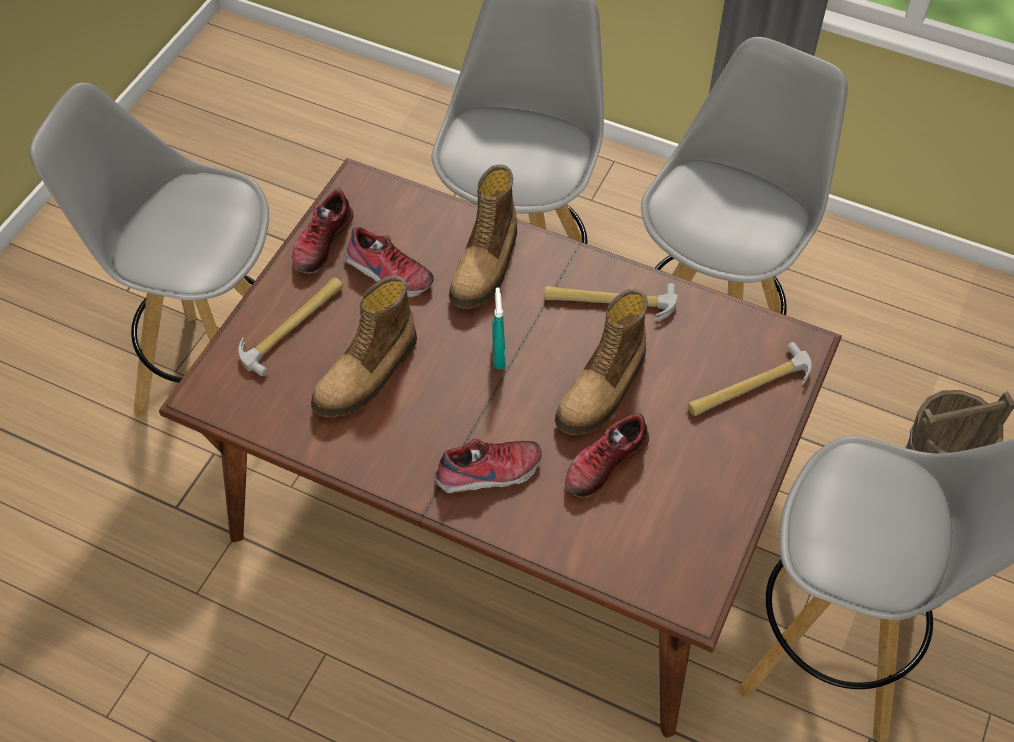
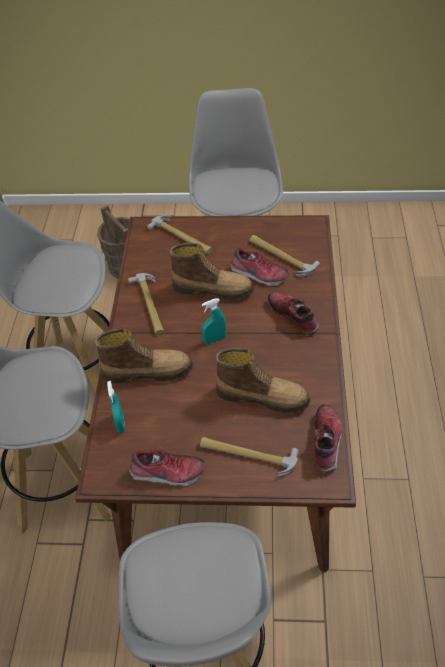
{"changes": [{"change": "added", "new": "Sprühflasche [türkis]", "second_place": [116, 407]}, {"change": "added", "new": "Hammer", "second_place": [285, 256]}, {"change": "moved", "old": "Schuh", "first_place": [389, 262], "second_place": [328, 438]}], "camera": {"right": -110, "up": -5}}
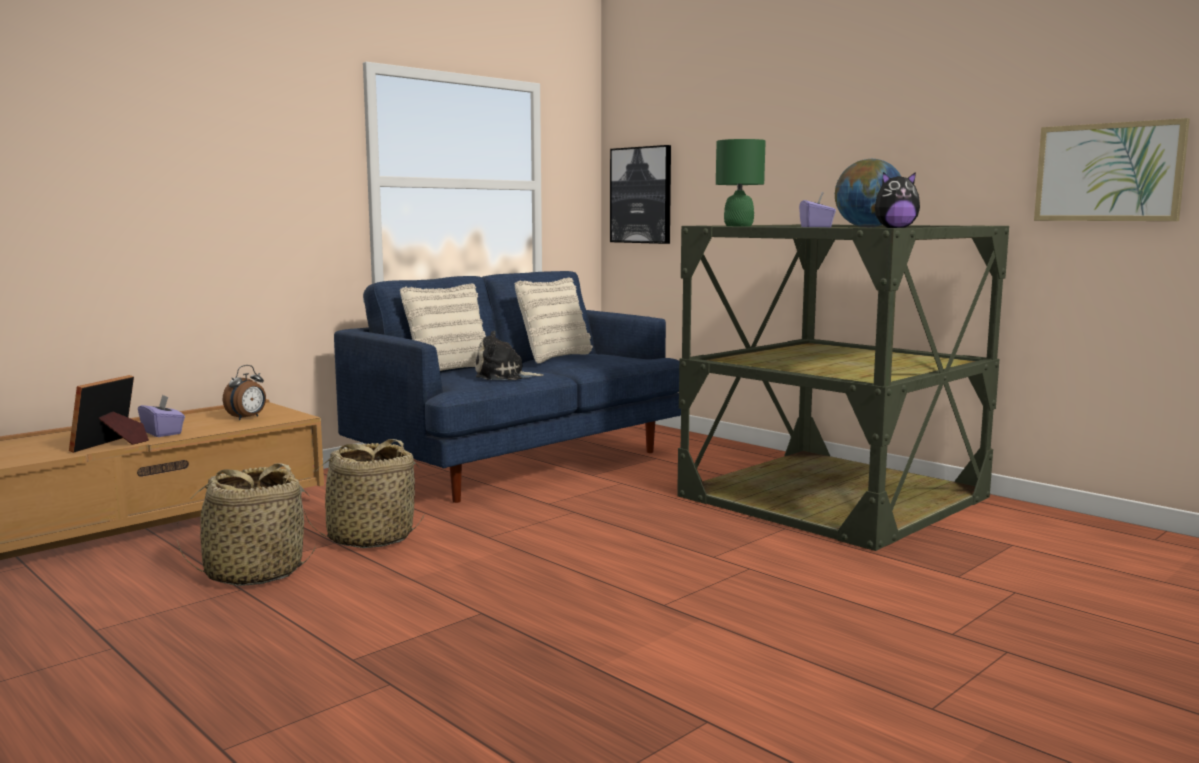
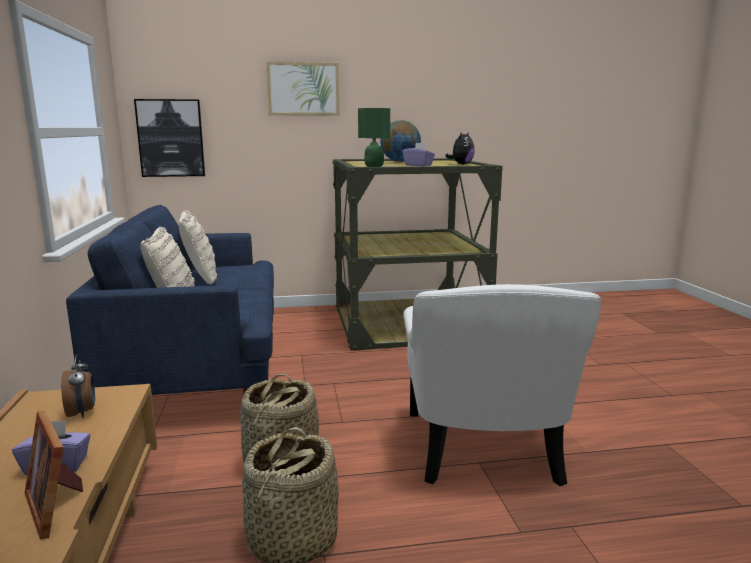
{"changes": [{"change": "moved", "old": "Bild", "first_place": [1112, 169], "second_place": [302, 89]}, {"change": "added", "new": "Sessel [weiß]", "second_place": [502, 385]}, {"change": "removed", "old": "Plüschtier", "first_place": [509, 355]}], "camera": {"right": -55, "up": 5}}
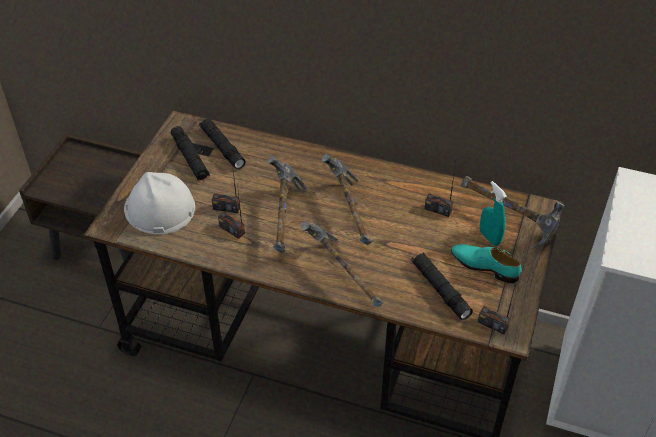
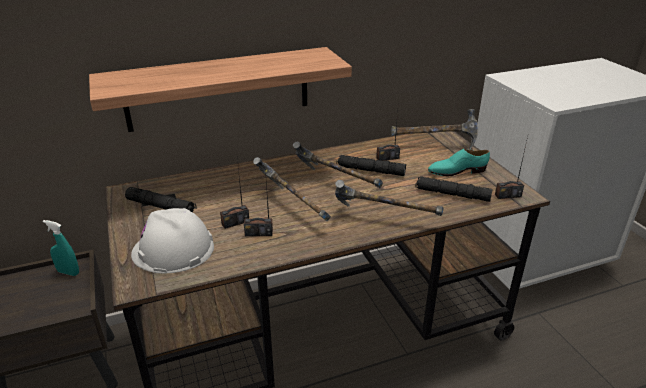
{"changes": [{"change": "moved", "old": "Sprühflasche [türkis]", "first_place": [493, 213], "second_place": [61, 248]}, {"change": "added", "new": "Wandregal", "second_place": [220, 89]}, {"change": "moved", "old": "Taschenlampe [schwarz]", "first_place": [222, 144], "second_place": [371, 165]}], "camera": {"right": -40, "up": -15}}
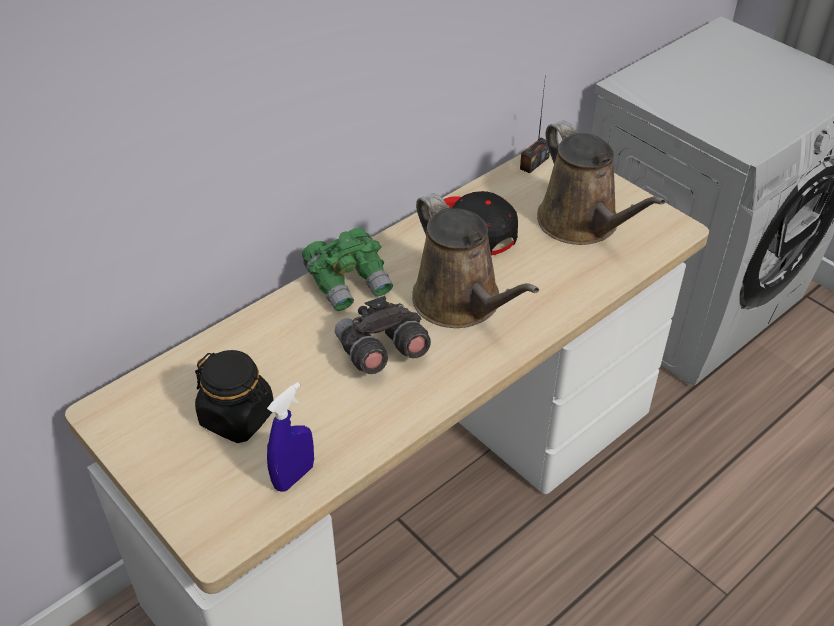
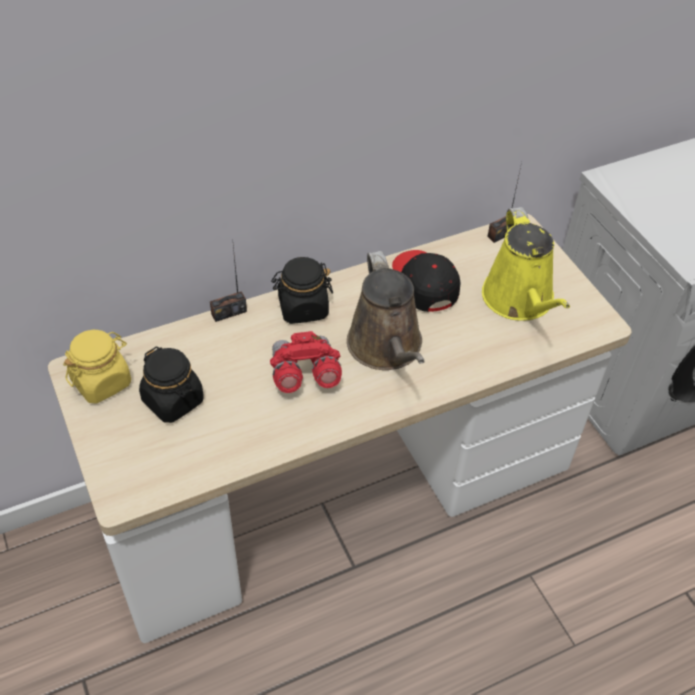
{"changes": [{"change": "added", "new": "Vorratsglas [gelb]", "second_place": [97, 367]}, {"change": "added", "new": "Radio", "second_place": [228, 284]}, {"change": "recoloured", "old": "Fernglas [grau]", "new": "Fernglas [rot]", "first_place": [383, 335], "second_place": [306, 362]}, {"change": "replaced", "old": "Fernglas [grün]", "new": "Vorratsglas [schwarz]", "first_place": [347, 269], "second_place": [302, 290]}, {"change": "recoloured", "old": "Gießkanne [braun]", "new": "Gießkanne [gelb]", "first_place": [601, 183], "second_place": [526, 264]}, {"change": "removed", "old": "Sprühflasche [blau]", "first_place": [290, 437]}], "camera": {"right": 15, "up": 5}}
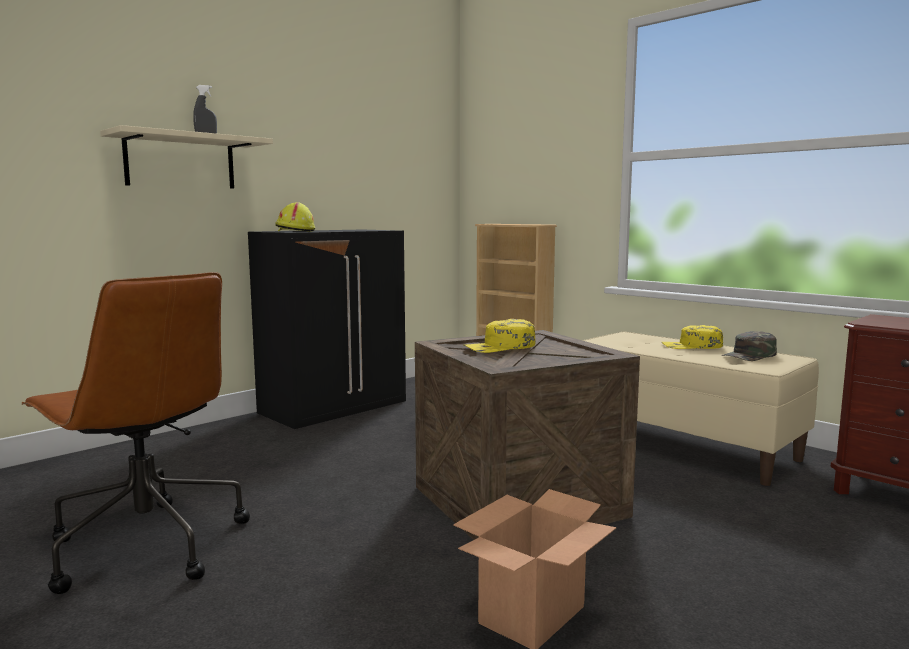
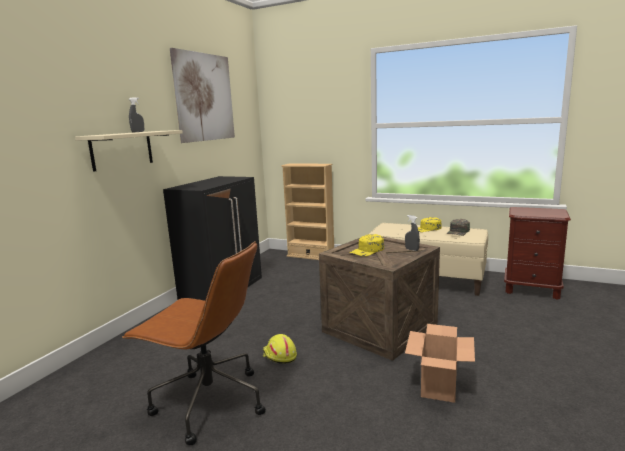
{"changes": [{"change": "added", "new": "Bild", "second_place": [202, 95]}, {"change": "moved", "old": "Schutzhelm [gelb]", "first_place": [295, 217], "second_place": [280, 349]}, {"change": "added", "new": "Sprühflasche [grau]", "second_place": [412, 233]}], "camera": {"right": -20, "up": 5}}
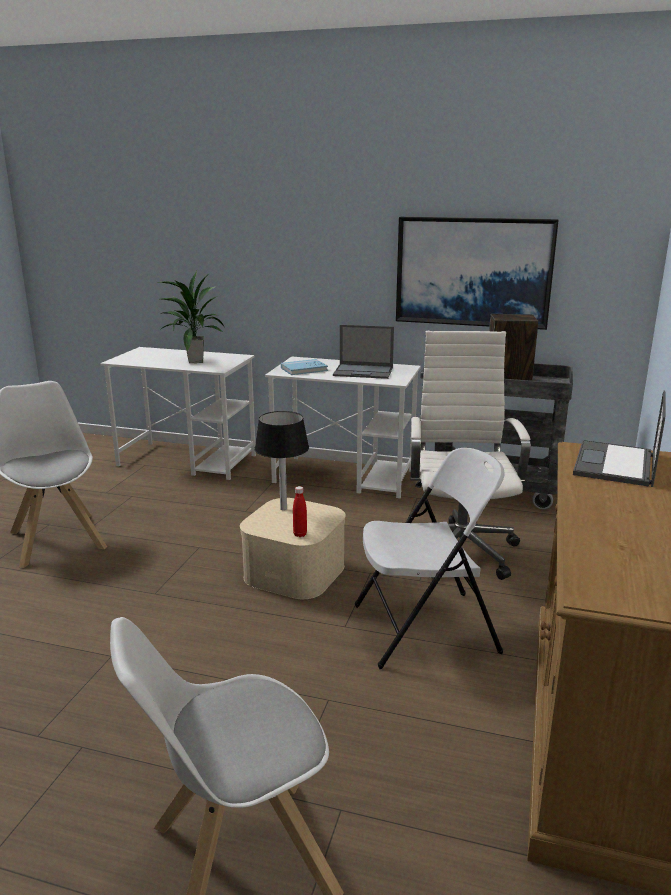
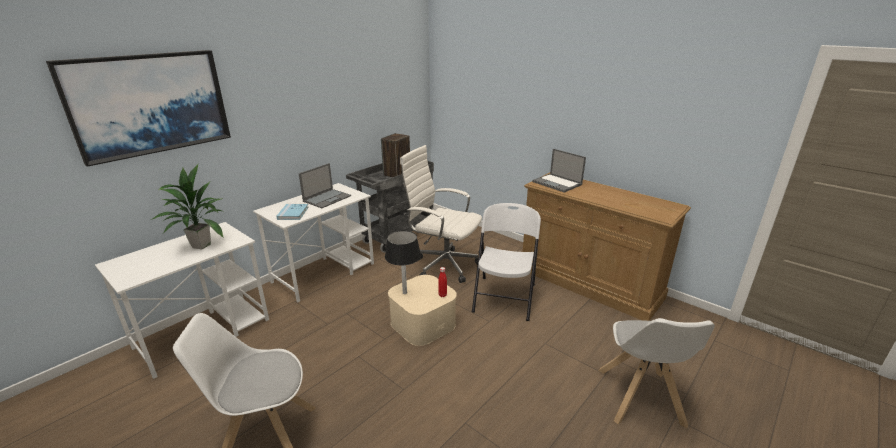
{"changes": [{"change": "moved", "old": "Bild", "first_place": [477, 273], "second_place": [138, 108]}], "camera": {"right": -65, "up": 5}}
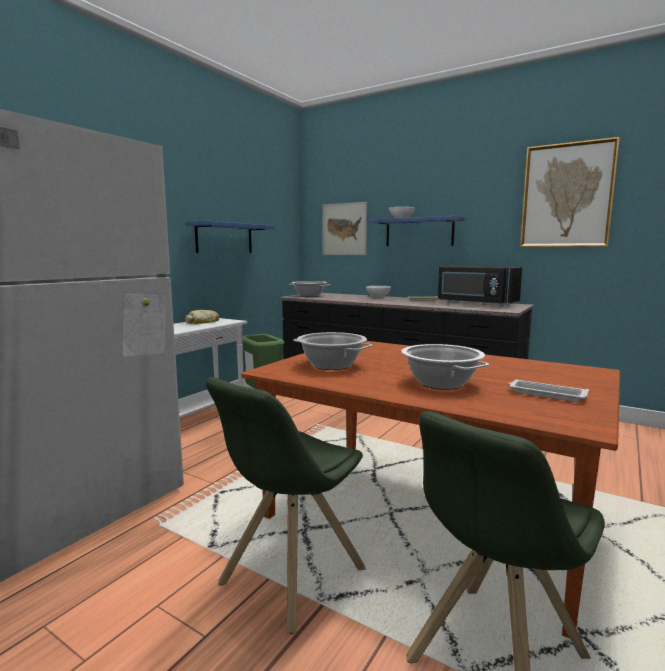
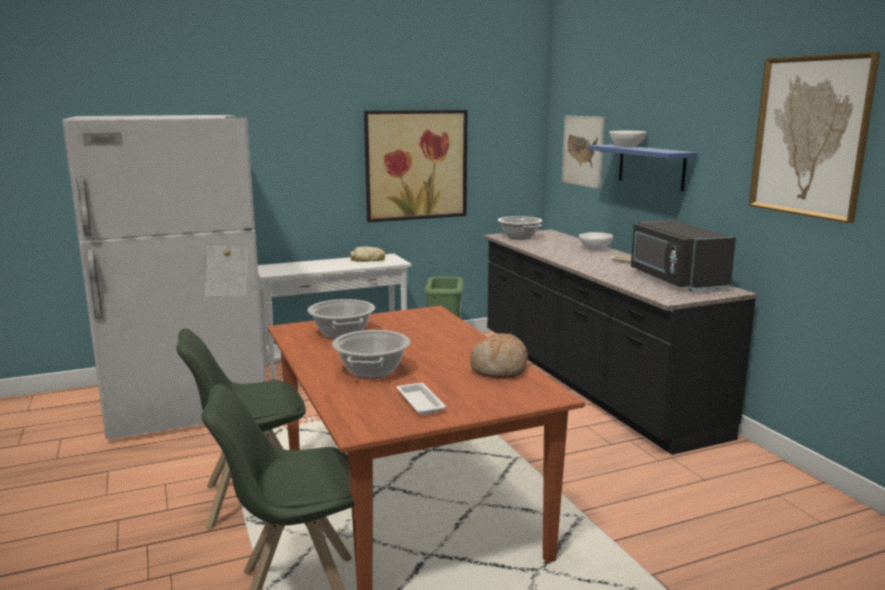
{"changes": [{"change": "replaced", "old": "Wandregal [blau]", "new": "Bild", "first_place": [230, 236], "second_place": [416, 166]}, {"change": "added", "new": "Brot", "second_place": [499, 355]}], "camera": {"right": 35, "up": 5}}
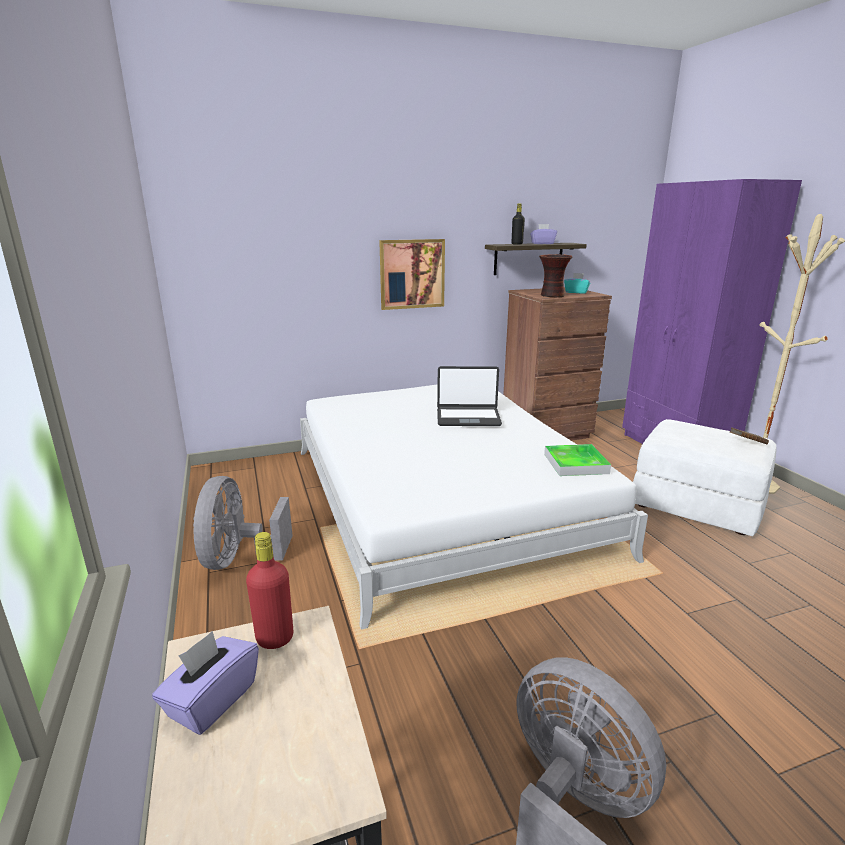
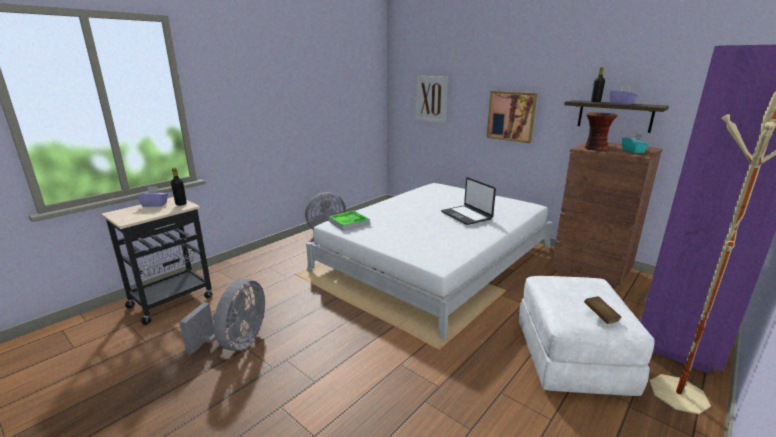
{"changes": [{"change": "recoloured", "old": "Flasche [rot]", "new": "Flasche [schwarz]", "first_place": [269, 590], "second_place": [179, 187]}, {"change": "moved", "old": "Tablett", "first_place": [577, 460], "second_place": [349, 221]}, {"change": "added", "new": "Bild", "second_place": [432, 99]}], "camera": {"right": 60, "up": 0}}
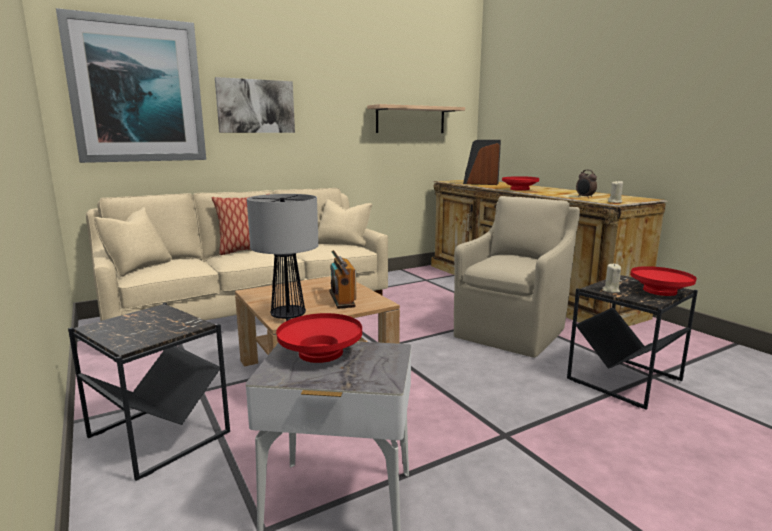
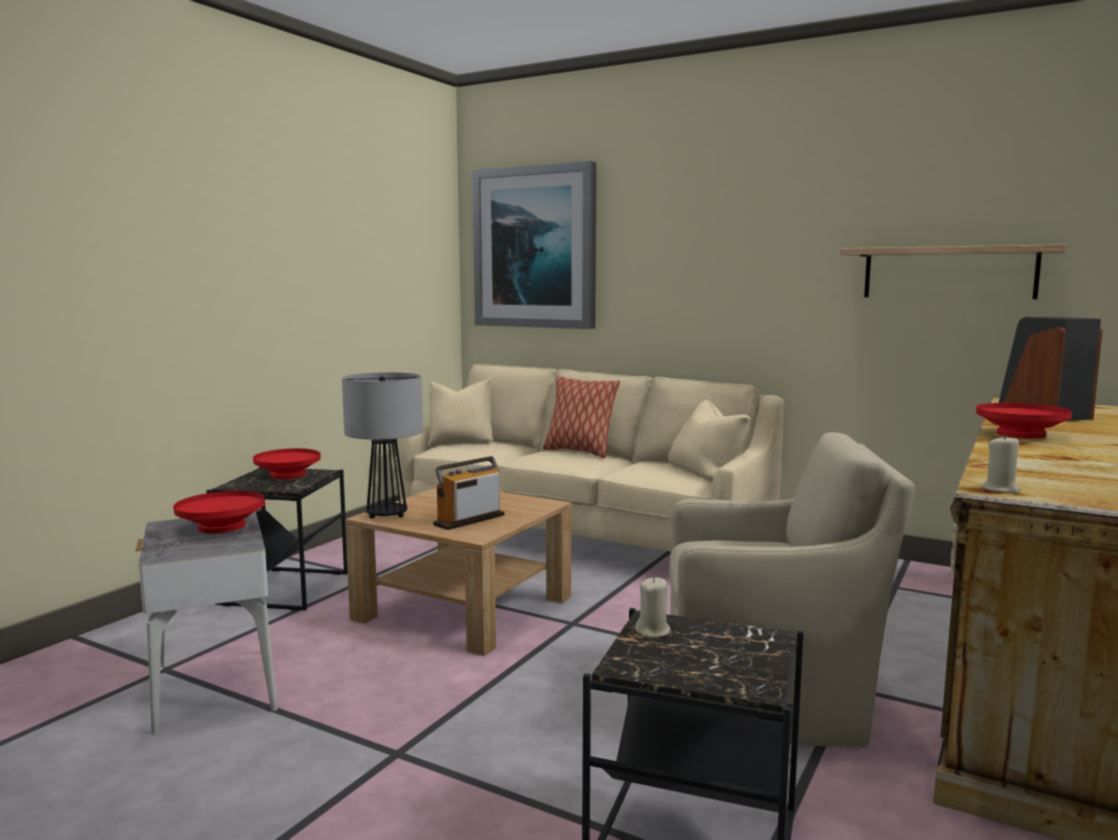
{"changes": [{"change": "moved", "old": "Schüssel [rot]", "first_place": [663, 281], "second_place": [287, 463]}, {"change": "removed", "old": "Bild", "first_place": [255, 105]}, {"change": "removed", "old": "Wecker", "first_place": [586, 184]}], "camera": {"right": 60, "up": -5}}
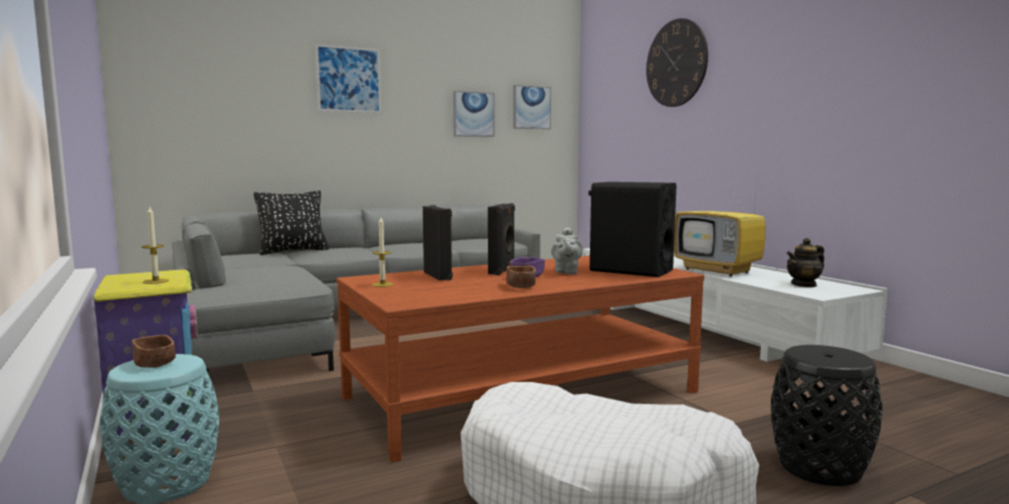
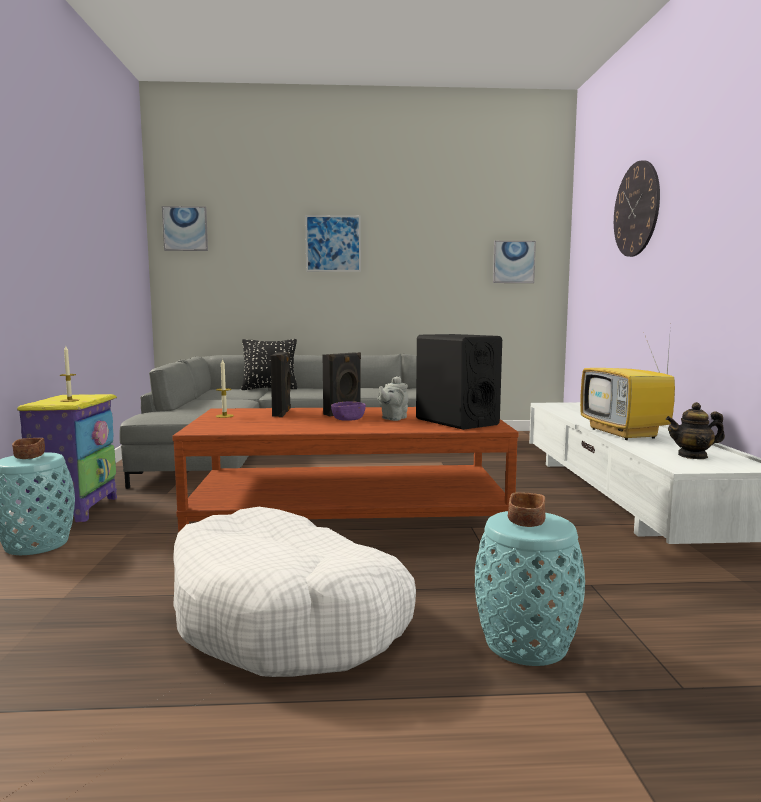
{"changes": [{"change": "moved", "old": "Bild", "first_place": [474, 114], "second_place": [185, 228]}, {"change": "recoloured", "old": "Hocker [schwarz]", "new": "Hocker [türkis]", "first_place": [826, 415], "second_place": [530, 588]}, {"change": "moved", "old": "Schüssel [braun]", "first_place": [521, 277], "second_place": [527, 509]}], "camera": {"right": 25, "up": 0}}
